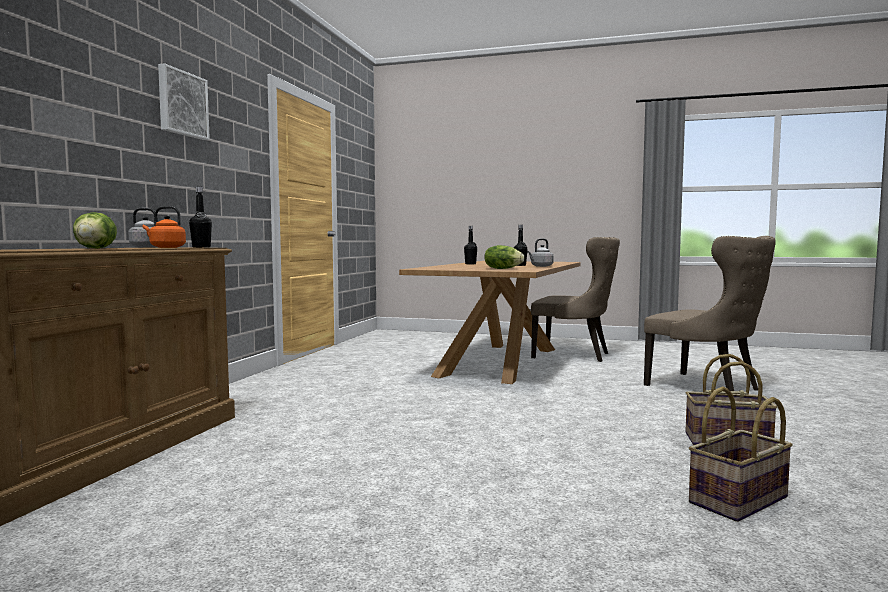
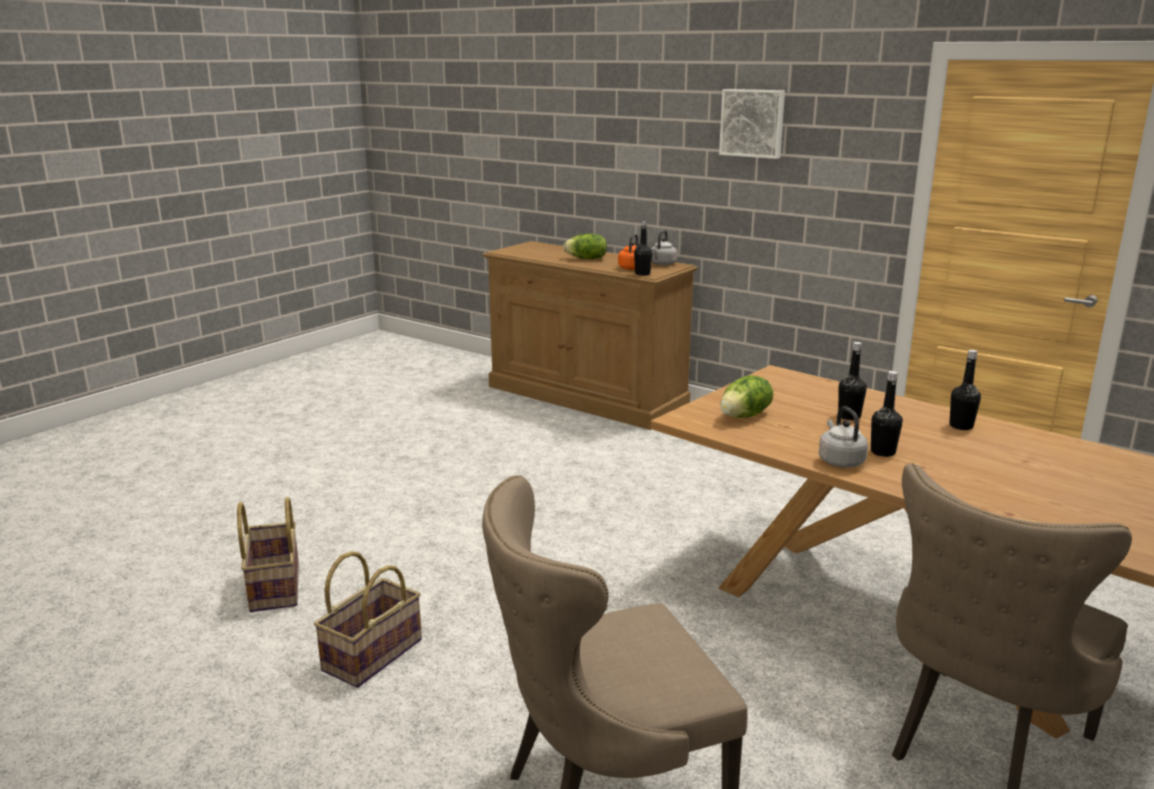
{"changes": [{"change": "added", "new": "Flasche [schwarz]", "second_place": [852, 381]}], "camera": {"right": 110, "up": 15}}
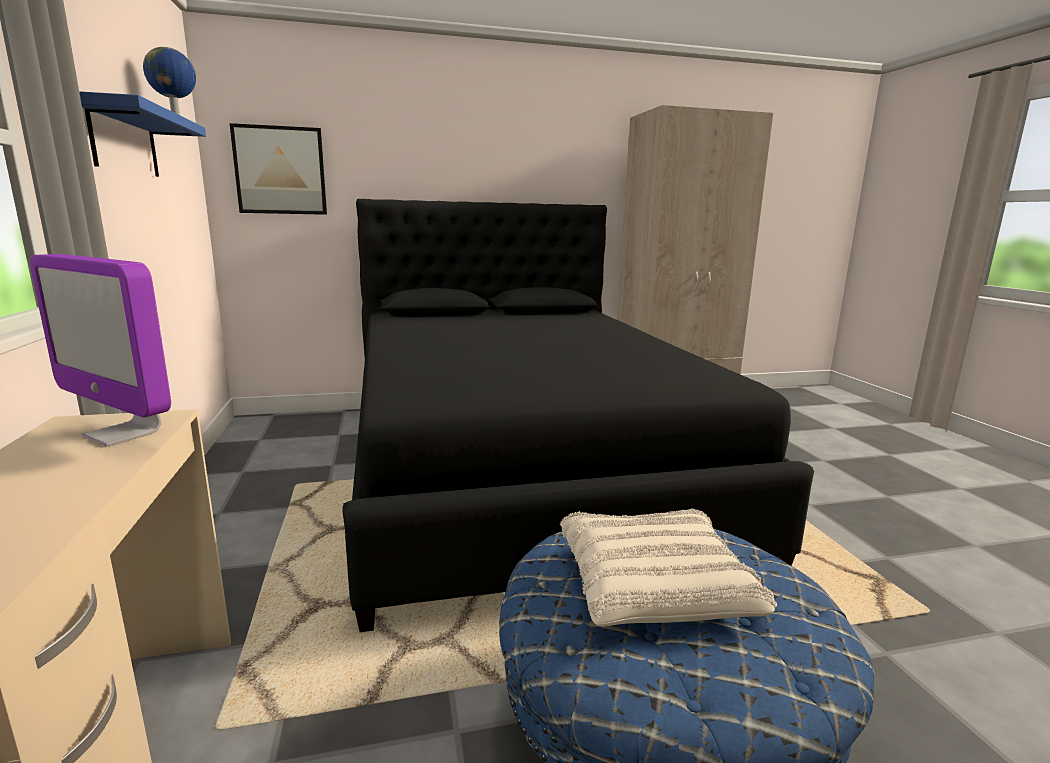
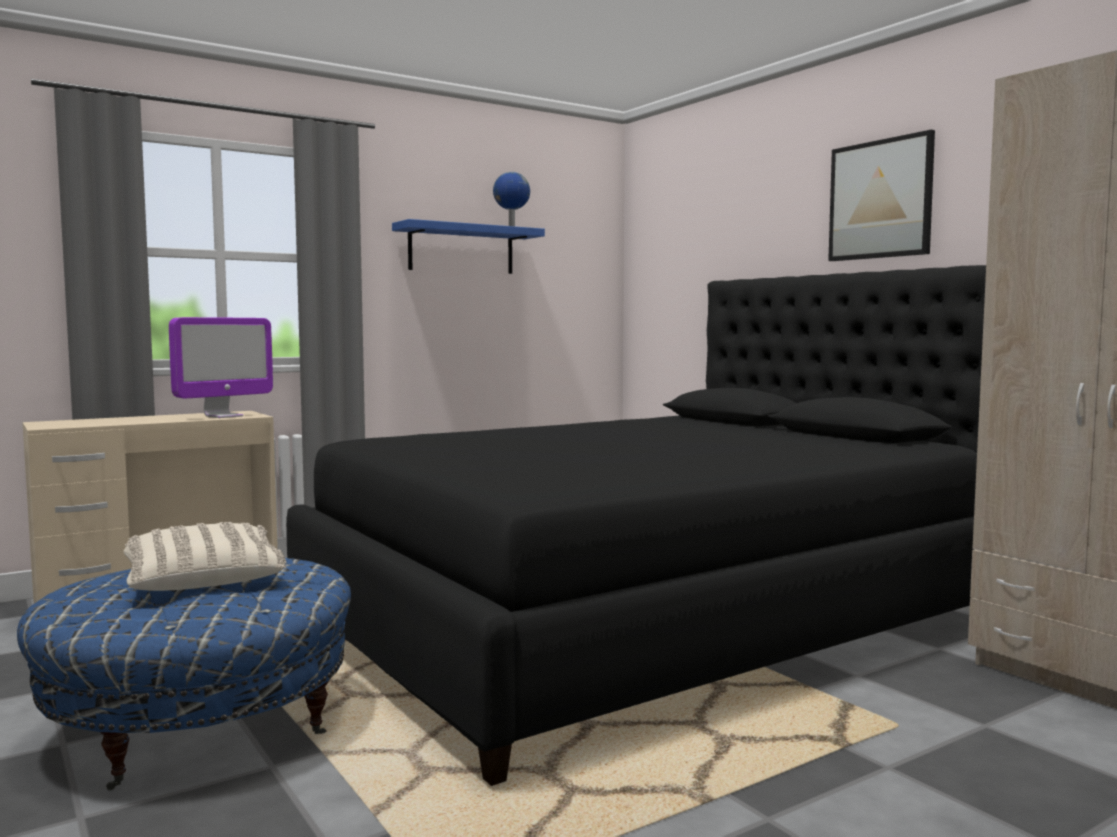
{"changes": [{"change": "turned", "old": "Monitor", "first_place": [100, 350], "second_place": [221, 367], "degrees": -150}, {"change": "moved", "old": "Bild", "first_place": [278, 169], "second_place": [881, 195]}], "camera": {"right": 70, "up": -10}}
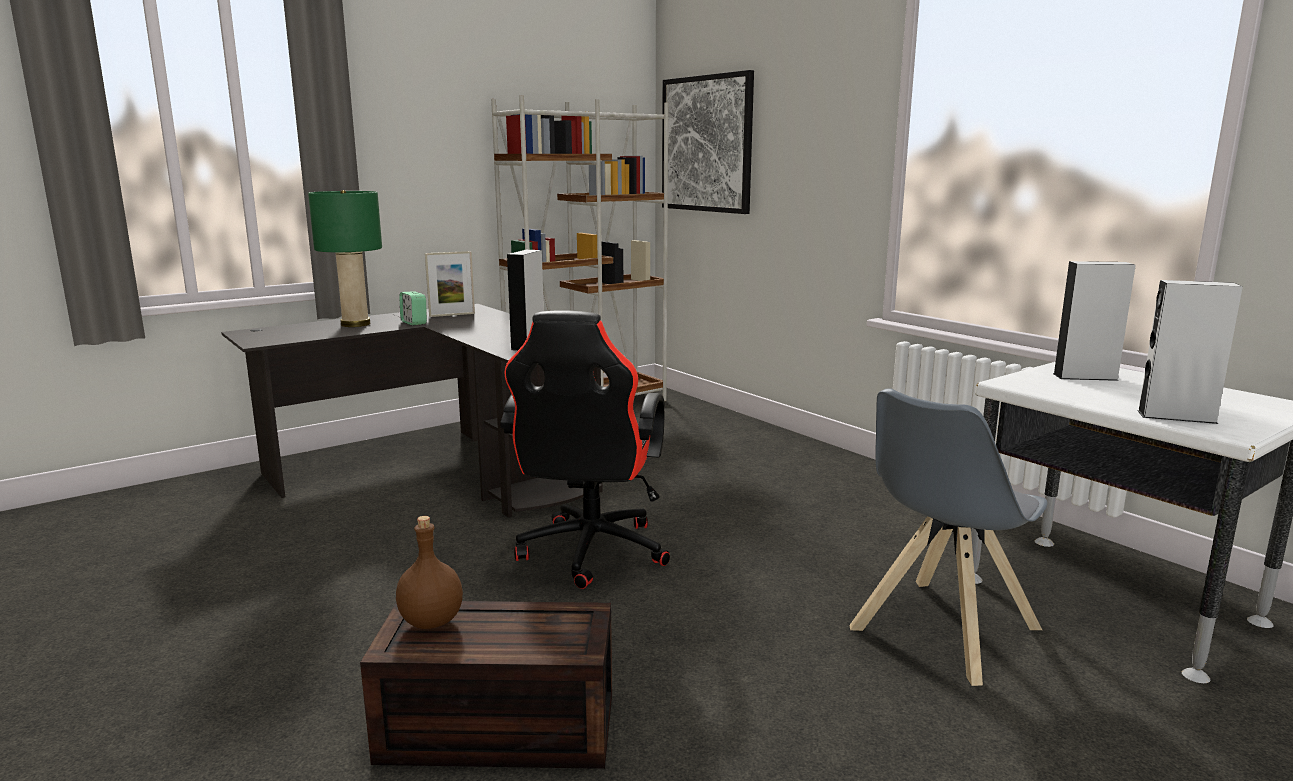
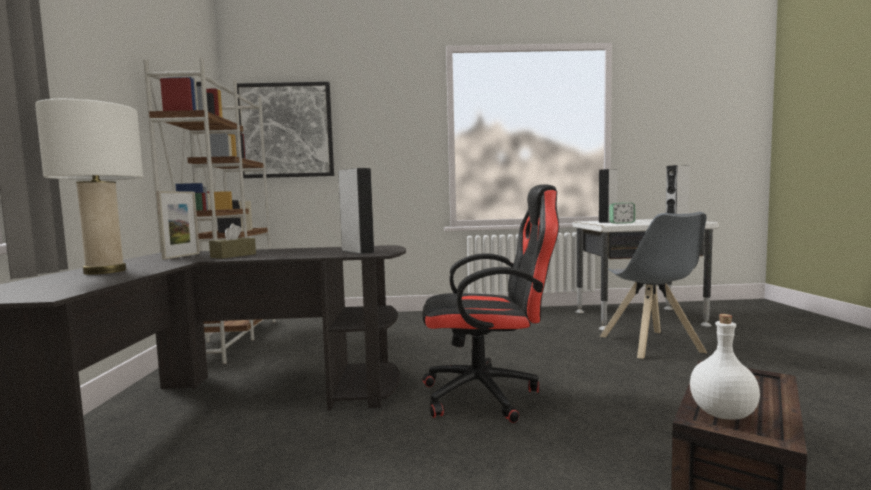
{"changes": [{"change": "recoloured", "old": "Tischlampe [grün]", "new": "Tischlampe [weiß]", "first_place": [345, 258], "second_place": [89, 187]}, {"change": "added", "new": "Taschentuchbox [braun]", "second_place": [232, 241]}, {"change": "turned", "old": "Bürostuhl [schwarz]", "first_place": [585, 449], "second_place": [490, 303], "degrees": -45}, {"change": "moved", "old": "Wecker", "first_place": [413, 308], "second_place": [622, 213]}, {"change": "recoloured", "old": "Flasche [braun]", "new": "Flasche [weiß]", "first_place": [429, 572], "second_place": [725, 367]}], "camera": {"right": -55, "up": -10}}
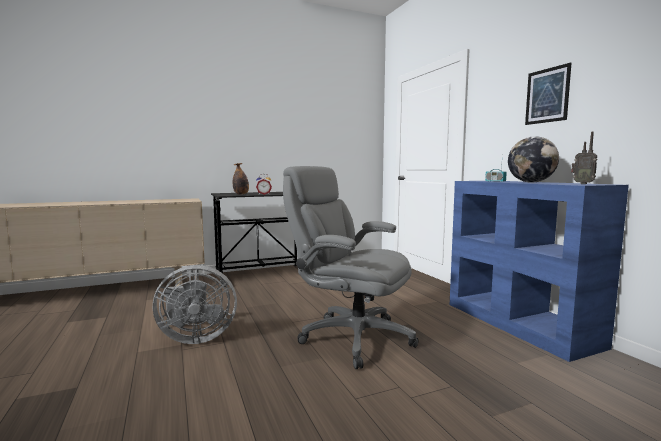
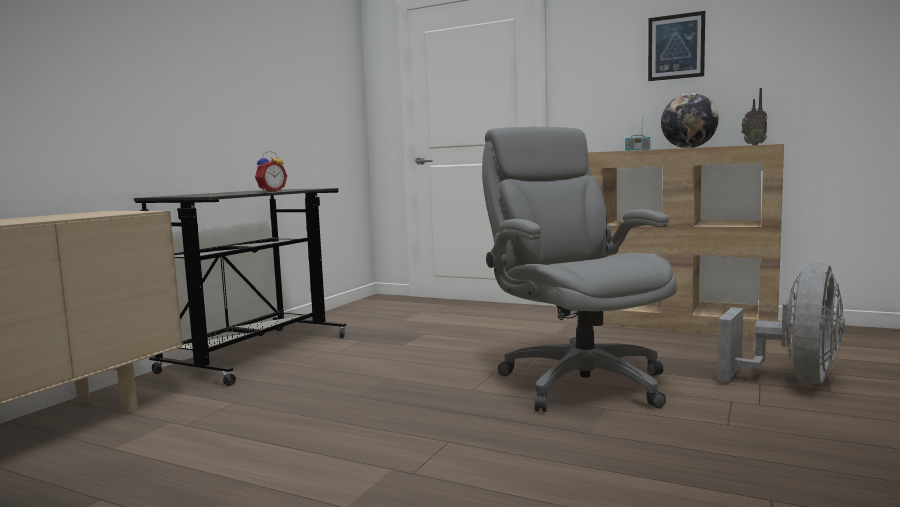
{"changes": [{"change": "turned", "old": "Bürostuhl [grau]", "first_place": [350, 267], "second_place": [579, 269], "degrees": 75}, {"change": "recoloured", "old": "Bücherregal [blau]", "new": "Bücherregal [braun]", "first_place": [539, 271], "second_place": [686, 240]}, {"change": "moved", "old": "Ventilator [grau]", "first_place": [195, 304], "second_place": [781, 323]}, {"change": "removed", "old": "Flasche", "first_place": [241, 179]}], "camera": {"right": -40, "up": 0}}
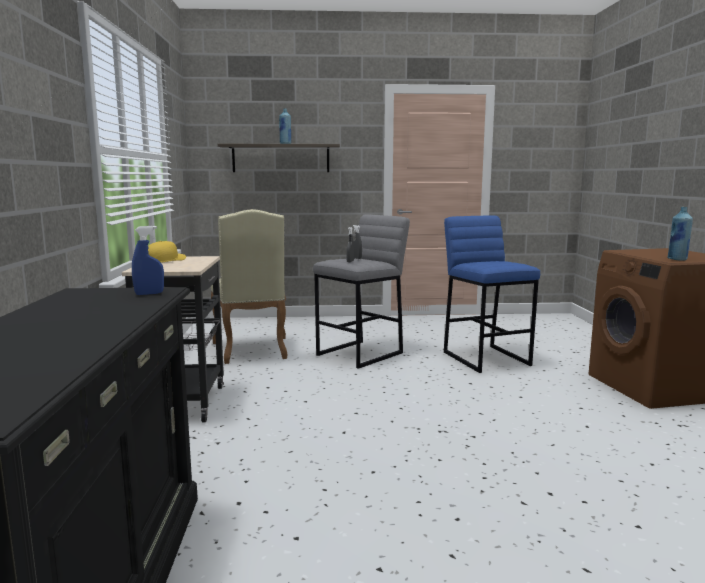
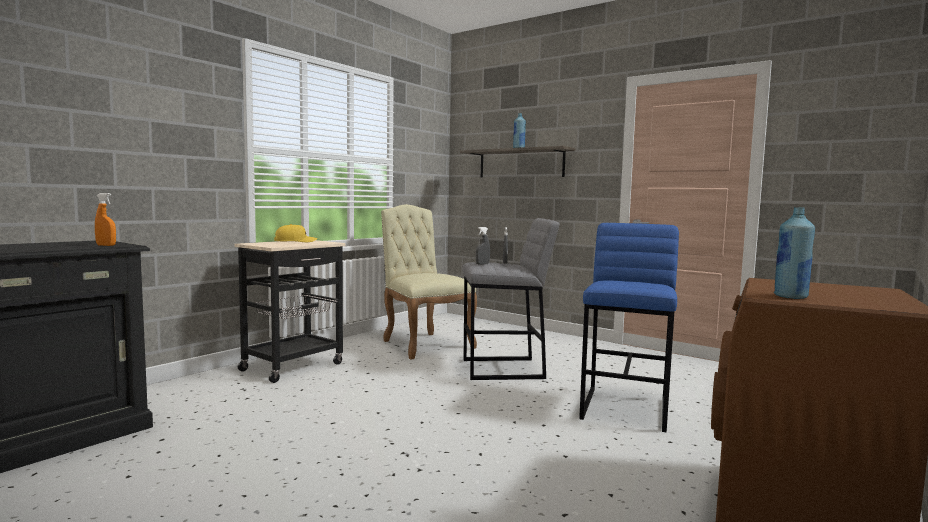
{"changes": [{"change": "recoloured", "old": "Sprühflasche [blau]", "new": "Sprühflasche [orange]", "first_place": [148, 260], "second_place": [105, 219]}, {"change": "turned", "old": "Stuhl [beige]", "first_place": [249, 286], "second_place": [429, 281], "degrees": 120}], "camera": {"right": 40, "up": -5}}
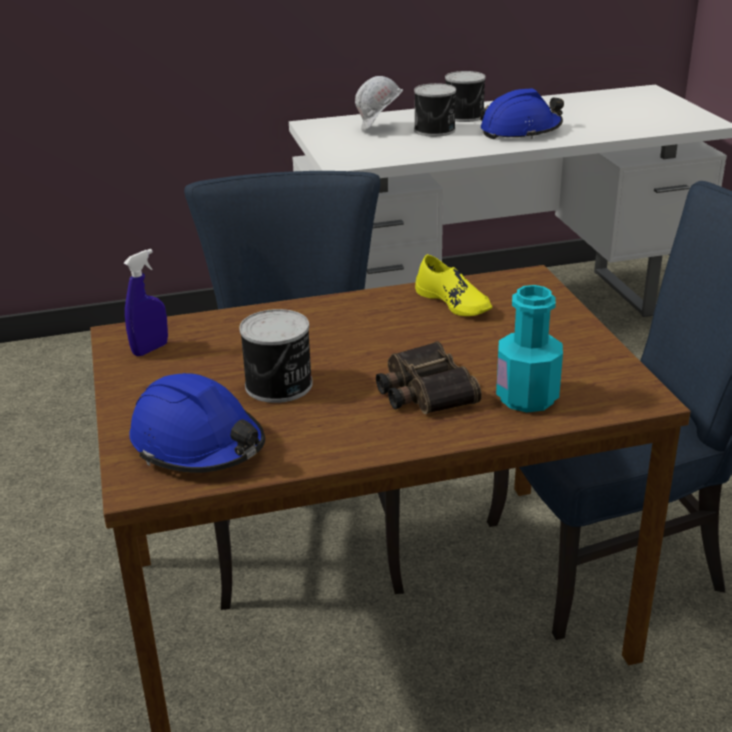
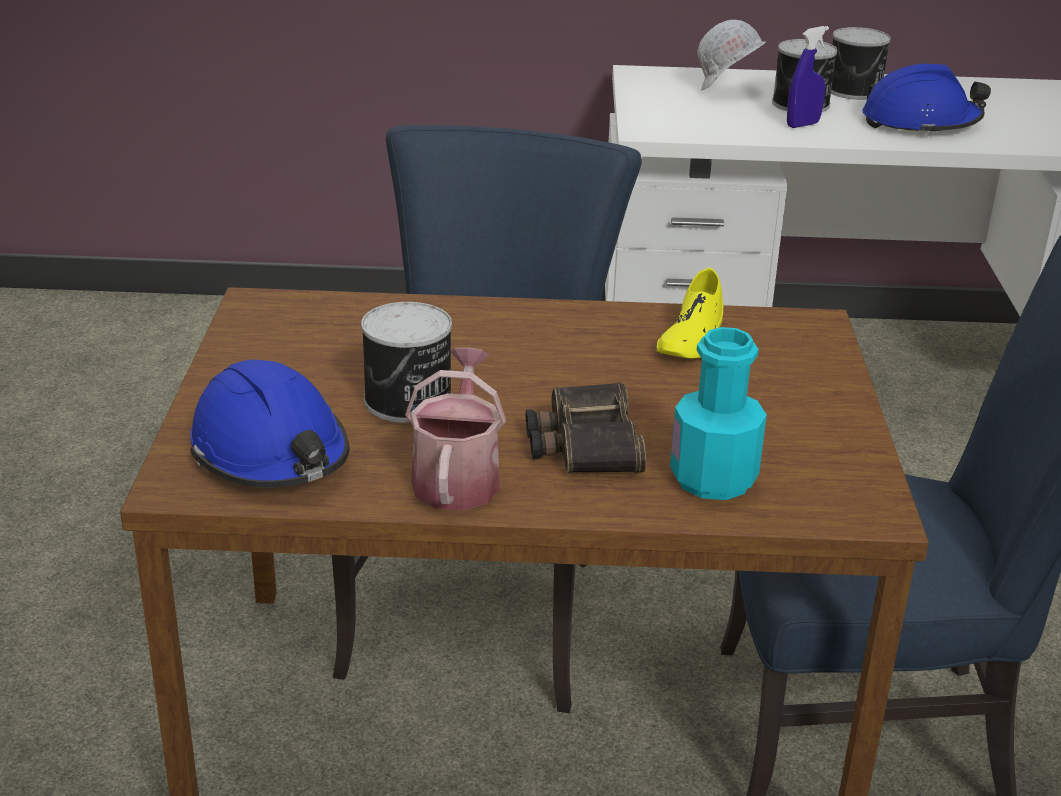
{"changes": [{"change": "added", "new": "Gießkanne", "second_place": [455, 429]}, {"change": "turned", "old": "Schuh [gelb]", "first_place": [453, 285], "second_place": [690, 313], "degrees": 45}, {"change": "moved", "old": "Sprühflasche [blau]", "first_place": [146, 302], "second_place": [808, 77]}], "camera": {"right": 15, "up": 0}}
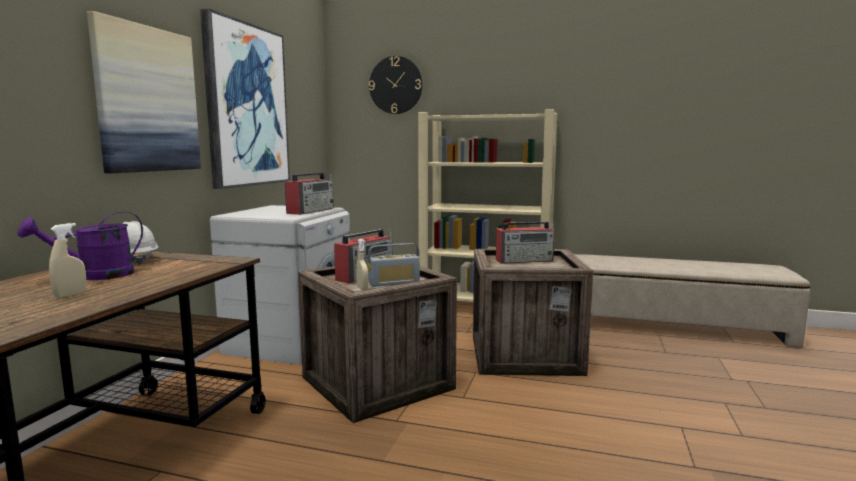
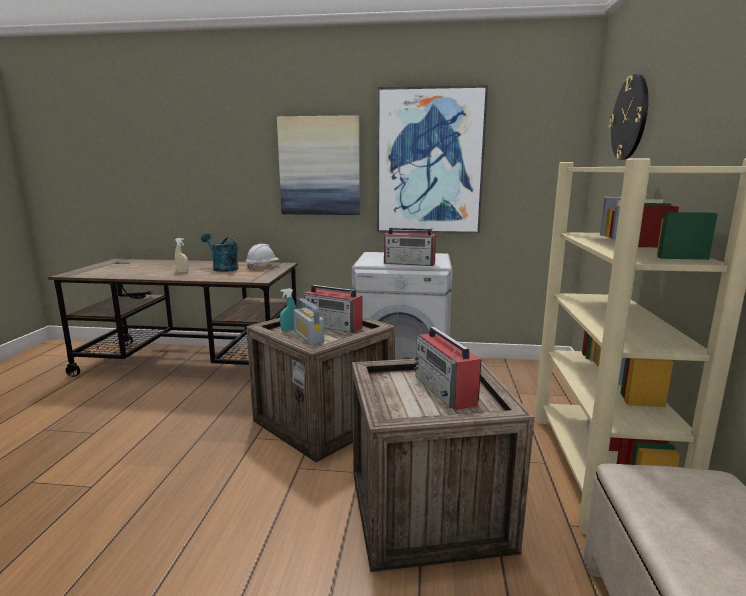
{"changes": [{"change": "recoloured", "old": "Gießkanne [lila]", "new": "Gießkanne [türkis]", "first_place": [80, 245], "second_place": [220, 252]}, {"change": "recoloured", "old": "Sprühflasche [beige]", "new": "Sprühflasche [türkis]", "first_place": [362, 264], "second_place": [288, 309]}], "camera": {"right": 80, "up": 5}}
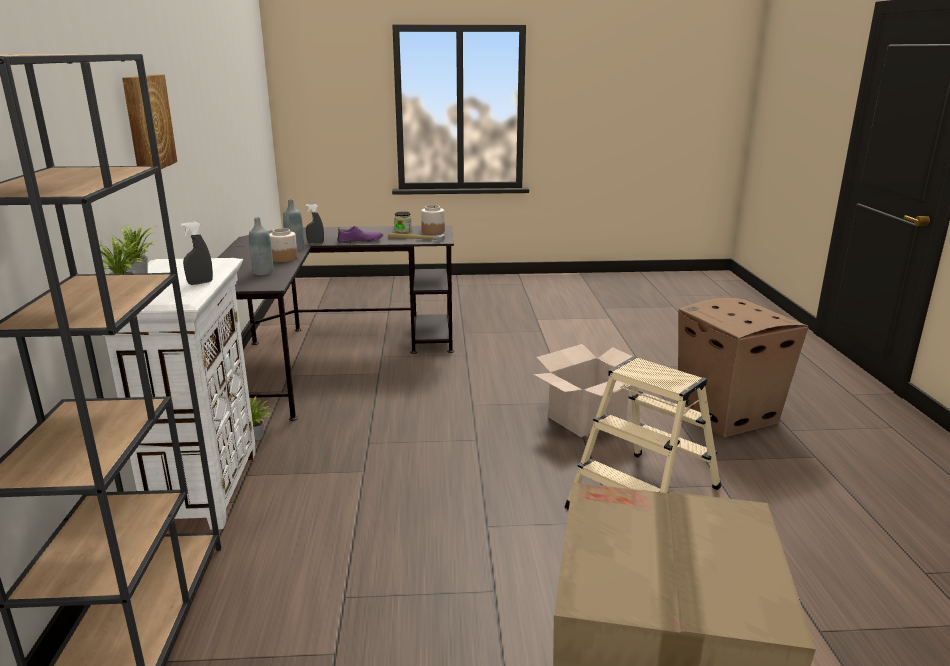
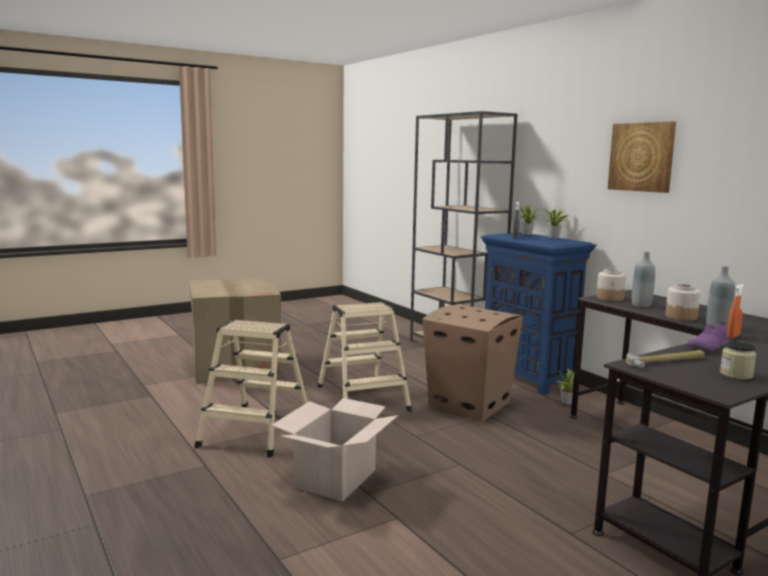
{"changes": [{"change": "added", "new": "Trittleiter [beige]", "second_place": [364, 357]}, {"change": "moved", "old": "Karton", "first_place": [743, 367], "second_place": [472, 363]}, {"change": "recoloured", "old": "Schrank [weiß]", "new": "Schrank [blau]", "first_place": [178, 394], "second_place": [539, 313]}, {"change": "moved", "old": "Vorratsglas", "first_place": [433, 219], "second_place": [611, 285]}, {"change": "recoloured", "old": "Sprühflasche [grau]", "new": "Sprühflasche [orange]", "first_place": [315, 224], "second_place": [735, 311]}], "camera": {"right": 150, "up": -10}}
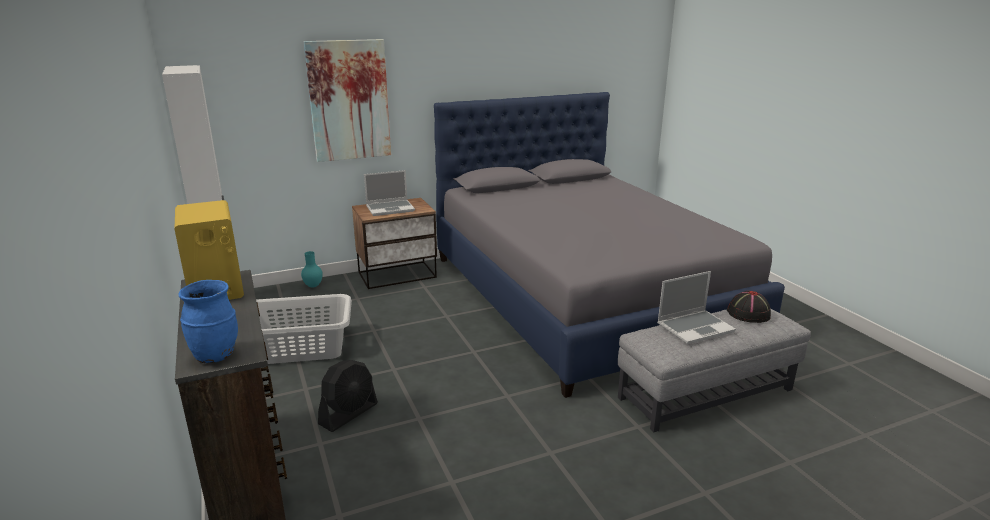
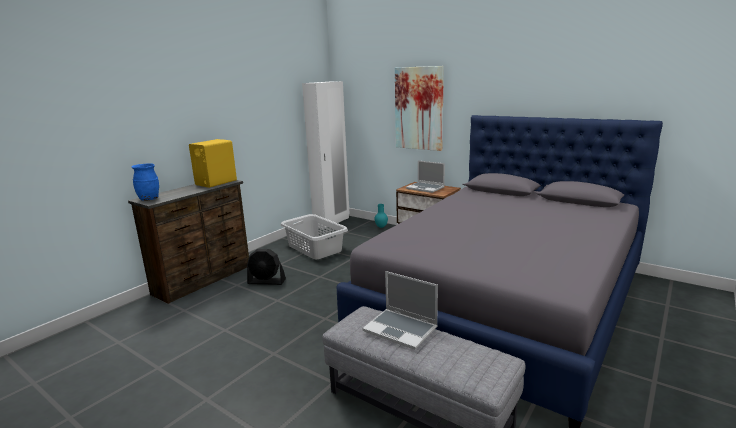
{"changes": [{"change": "removed", "old": "Hut [schwarz]", "first_place": [749, 307]}], "camera": {"right": 60, "up": -5}}
